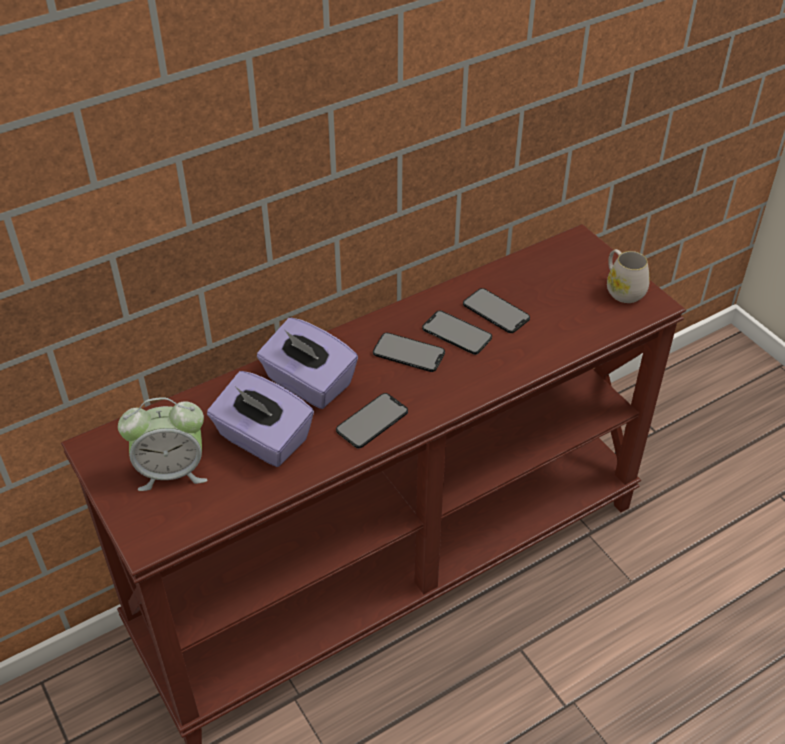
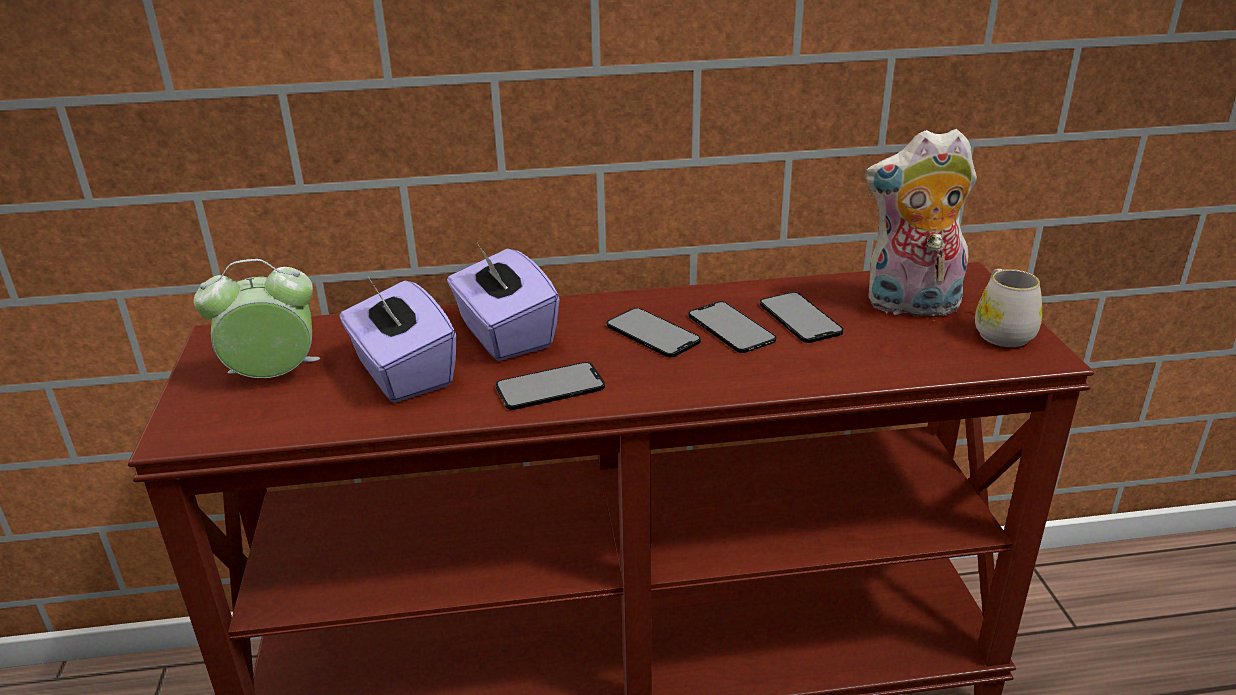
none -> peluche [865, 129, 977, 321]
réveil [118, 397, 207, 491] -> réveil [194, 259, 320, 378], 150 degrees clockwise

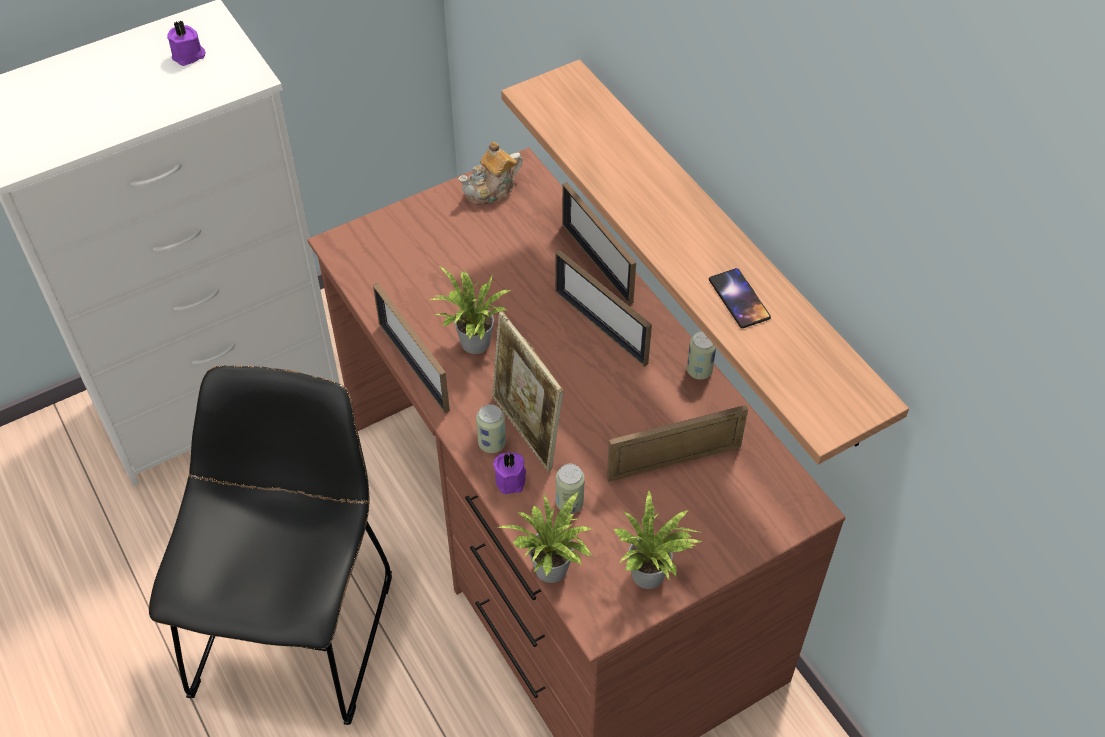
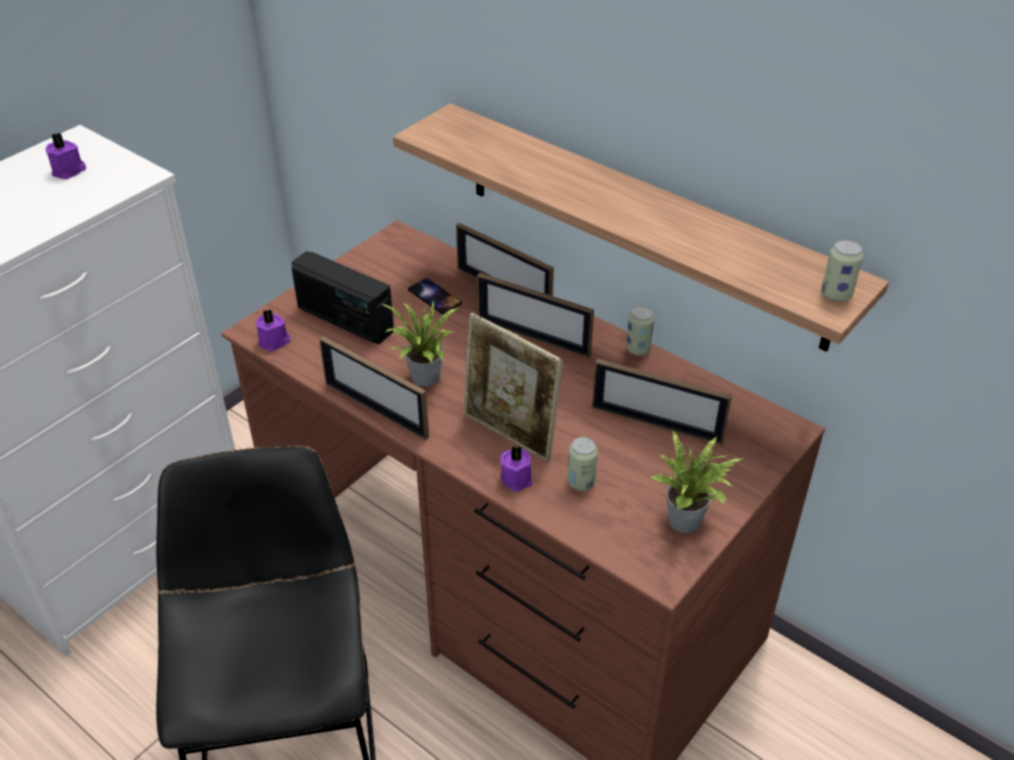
théière [458, 141, 523, 205] -> none
plante en pot [496, 491, 592, 583] -> none
none -> bougie [violet] [256, 309, 290, 352]
none -> radio [291, 251, 394, 344]
boîte métallique [476, 404, 506, 453] -> boîte métallique [821, 240, 864, 302], moved
téléphone [709, 268, 771, 328] -> téléphone [408, 278, 462, 314], moved
cadre photo [607, 405, 748, 482] -> cadre photo [592, 359, 732, 445], 120 degrees counterclockwise

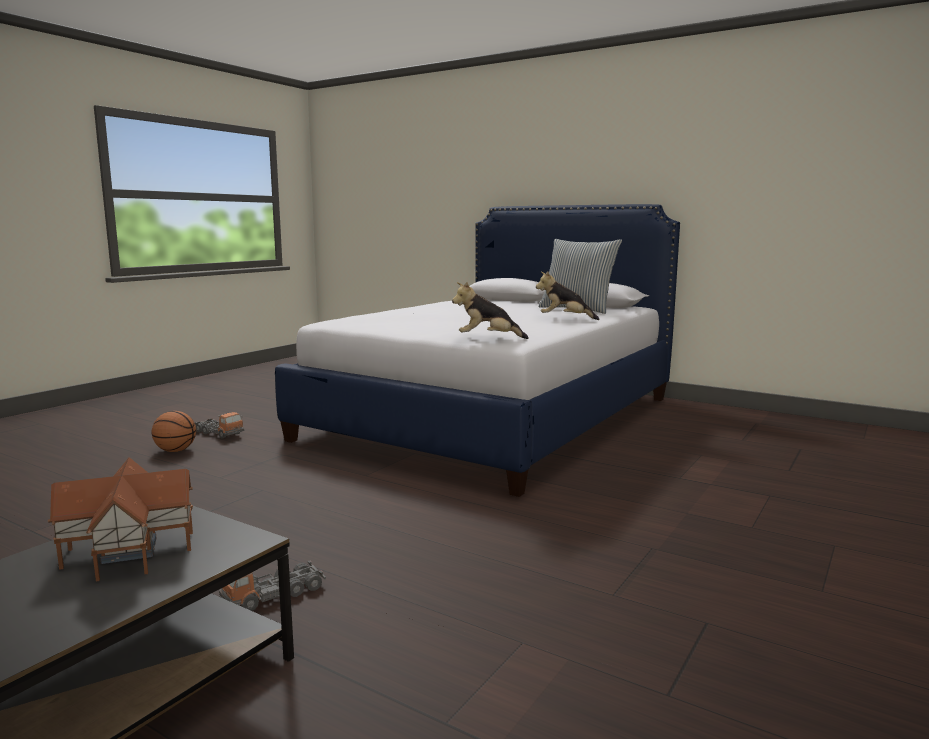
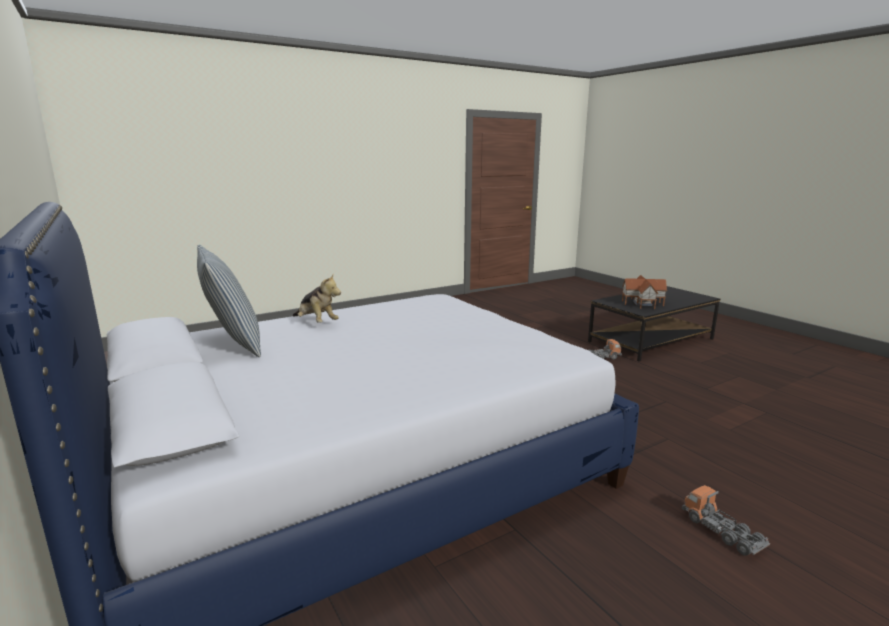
ballon de basket [152, 411, 196, 452] -> none
peluche [452, 281, 529, 339] -> none

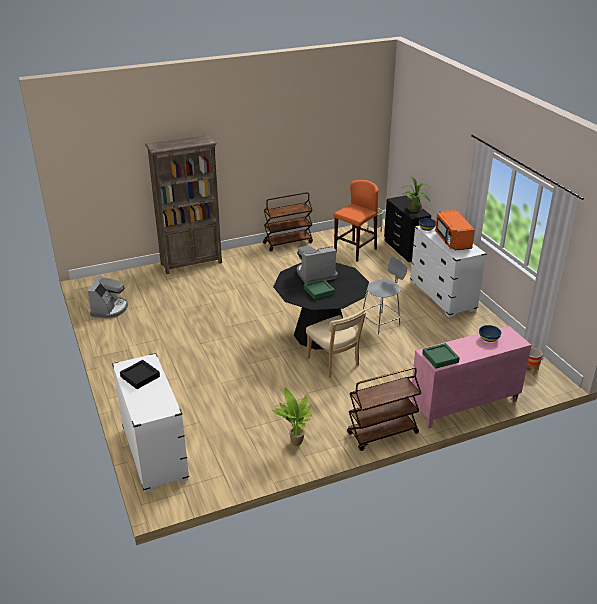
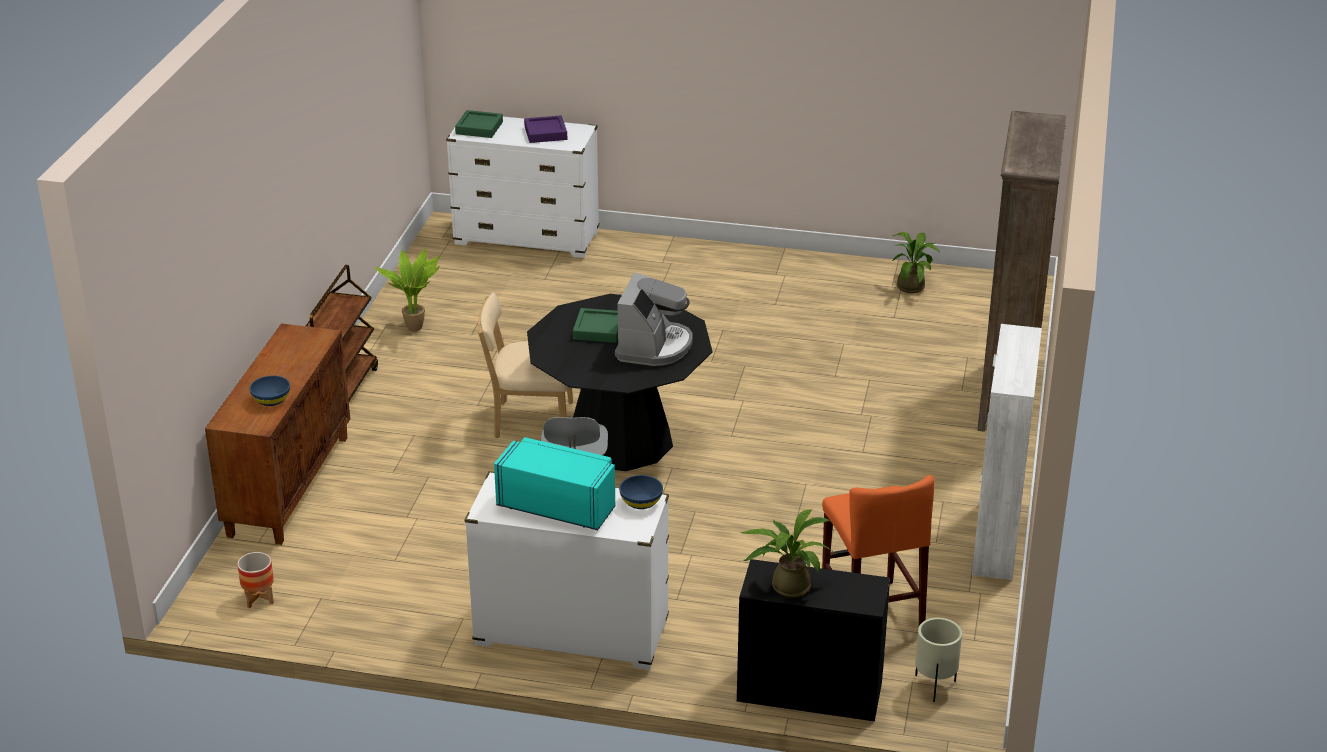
plateau [vert] [422, 343, 460, 369] -> plateau [vert] [455, 110, 503, 138], moved
machine à café [88, 276, 128, 319] -> plante en pot [892, 232, 940, 293]
chariot [marron] [263, 192, 313, 251] -> meuble de rangement [blanc] [972, 324, 1042, 580]
plateau [noir] [120, 360, 160, 389] -> plateau [violet] [524, 115, 567, 143]
meuble de rangement [rose] [410, 326, 531, 429] -> meuble de rangement [marron] [205, 323, 350, 545]
micro-ondes [orange] [435, 210, 475, 251] -> micro-ondes [turquoise] [494, 437, 615, 530]

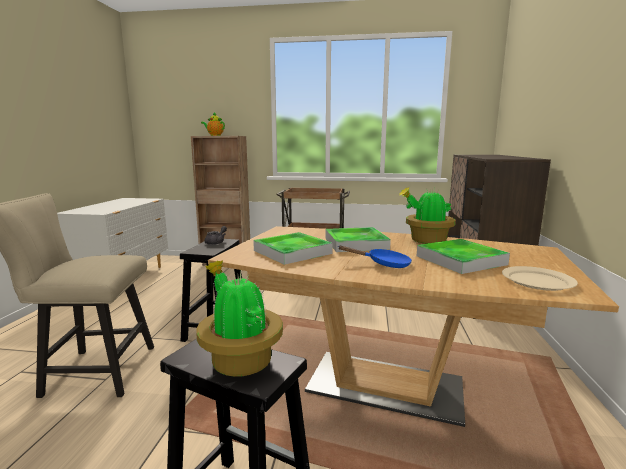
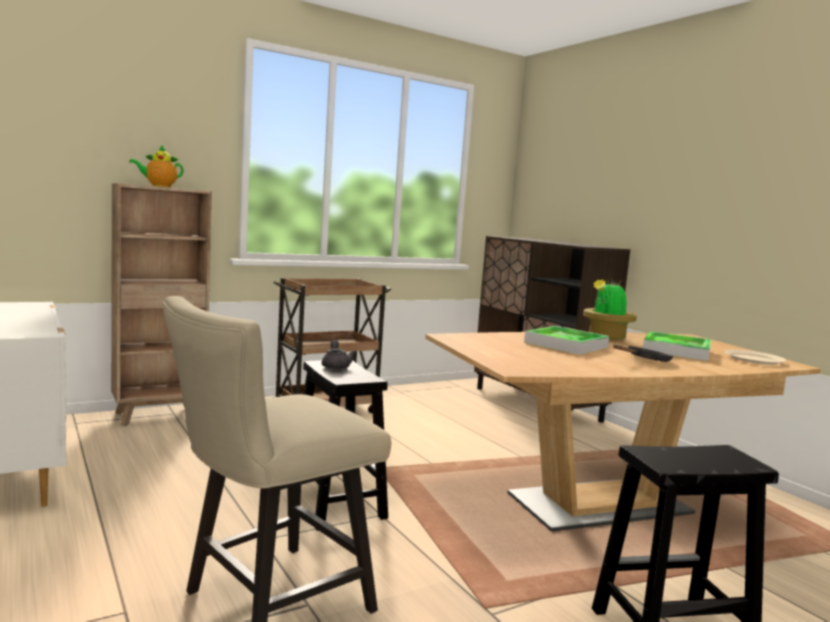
plante en pot [196, 260, 283, 377] -> none
plateau [253, 232, 333, 265] -> none
poêle [bleu] [339, 246, 412, 268] -> poêle [noir] [613, 345, 674, 362]

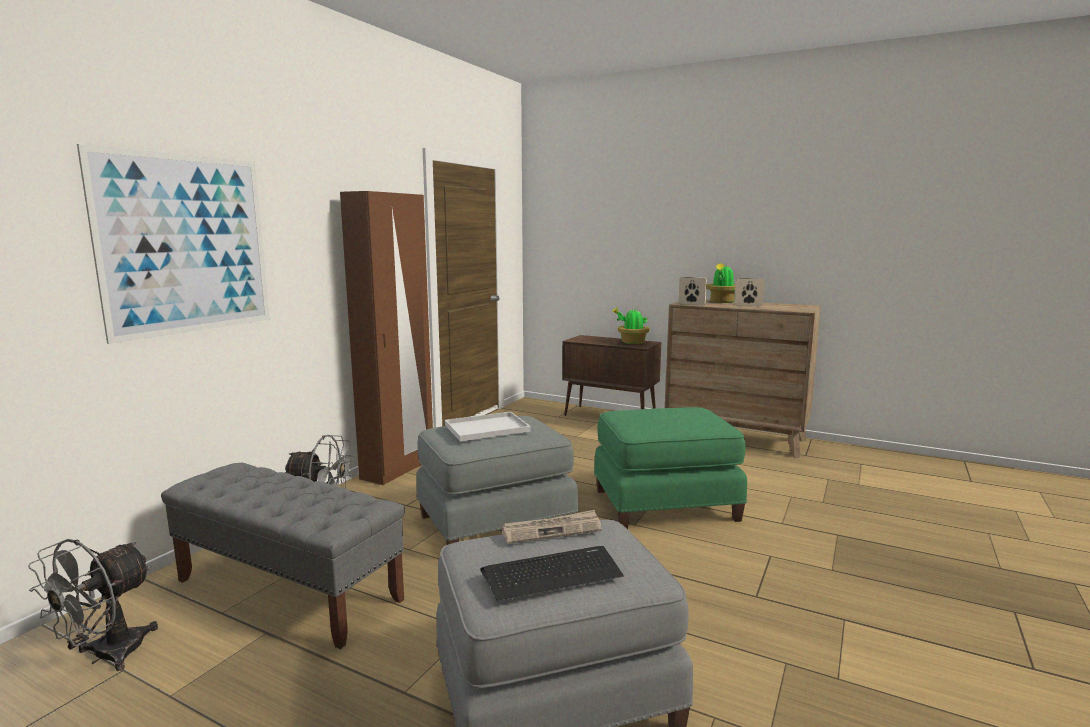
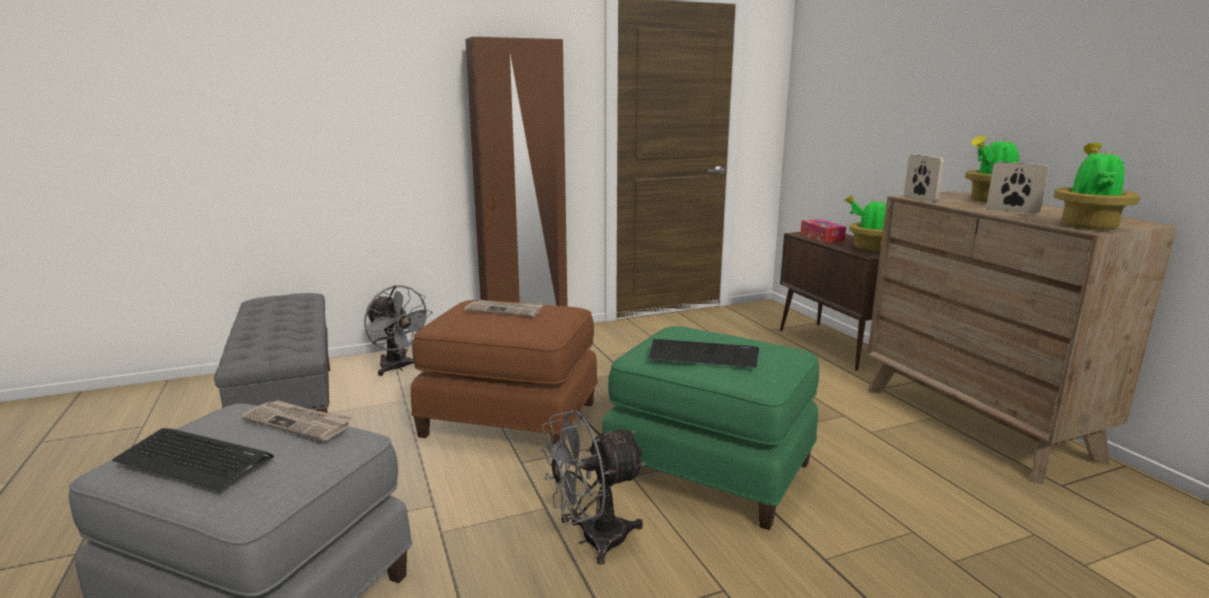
tableau [77, 144, 270, 344] -> none
none -> clavier [649, 339, 759, 368]
none -> boîte à mouchoirs [800, 219, 846, 243]
none -> plante en pot [1054, 142, 1140, 230]
ventilateur [gris] [28, 539, 158, 671] -> ventilateur [gris] [540, 411, 646, 565], moved
plateau [blanc] [445, 412, 531, 442] -> journal [465, 300, 544, 317]
pouf [gris] [416, 416, 578, 545] -> pouf [marron] [411, 300, 598, 447]

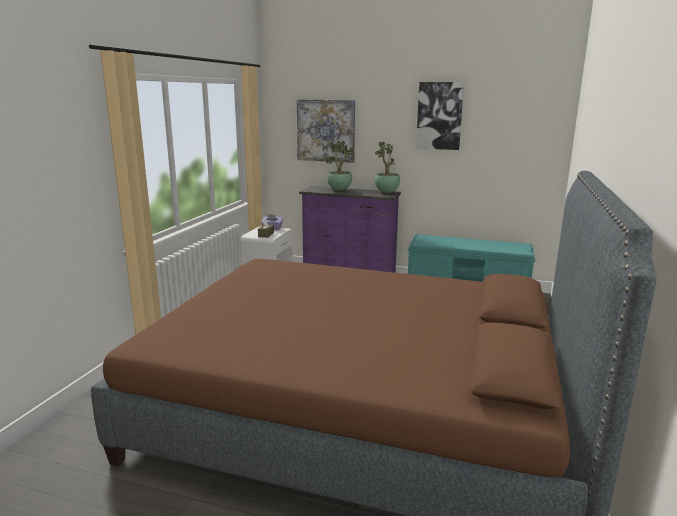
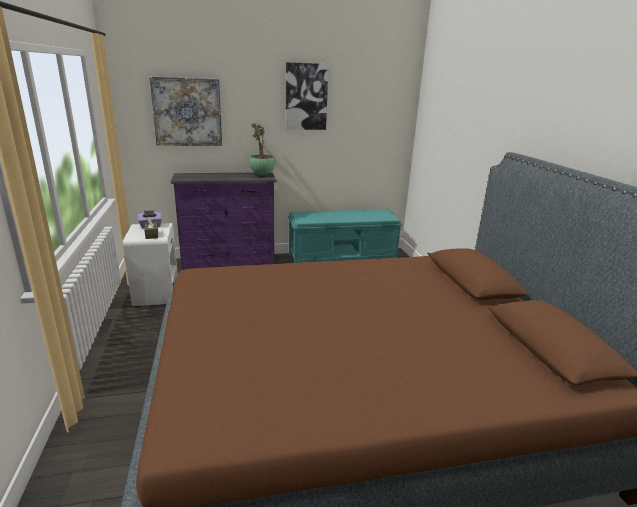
plante en pot [325, 140, 355, 191] -> none

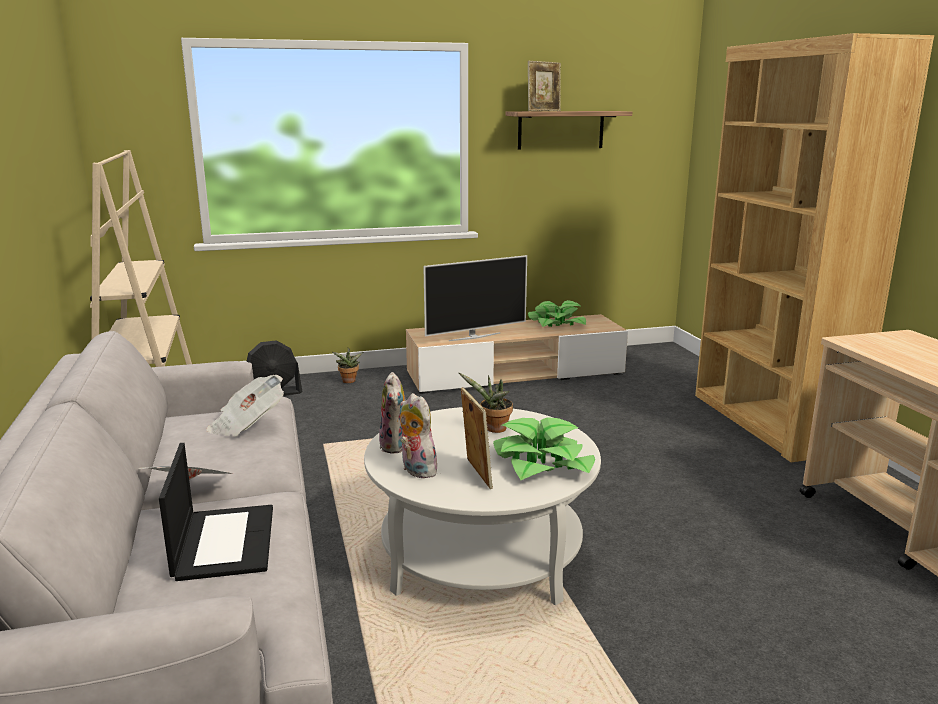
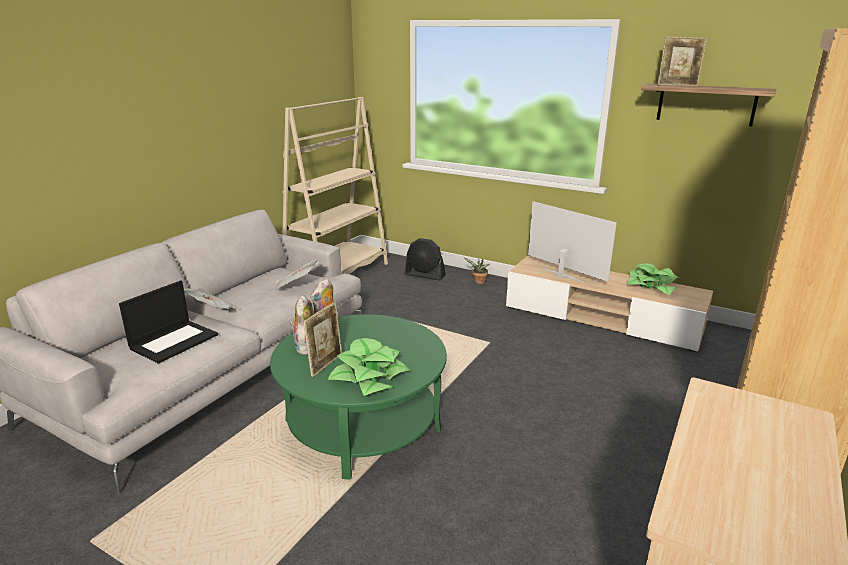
plante en pot [458, 372, 513, 433] -> none
table basse [blanc] [364, 407, 601, 605] -> table basse [vert] [270, 314, 447, 480]
téléviseur [423, 255, 527, 341] -> téléviseur [528, 201, 617, 283], 150 degrees counterclockwise

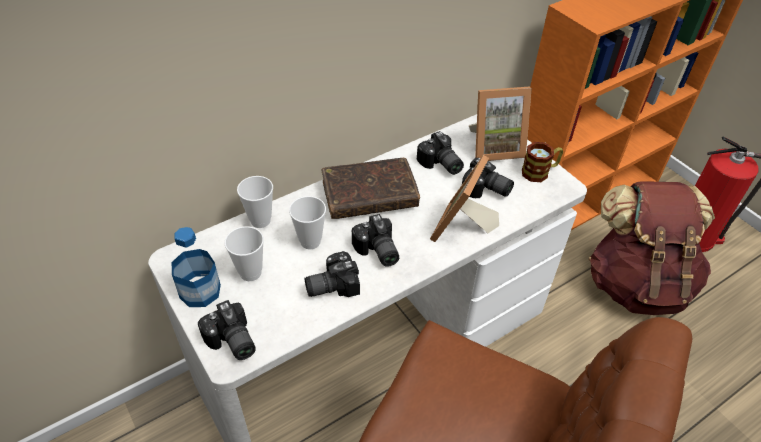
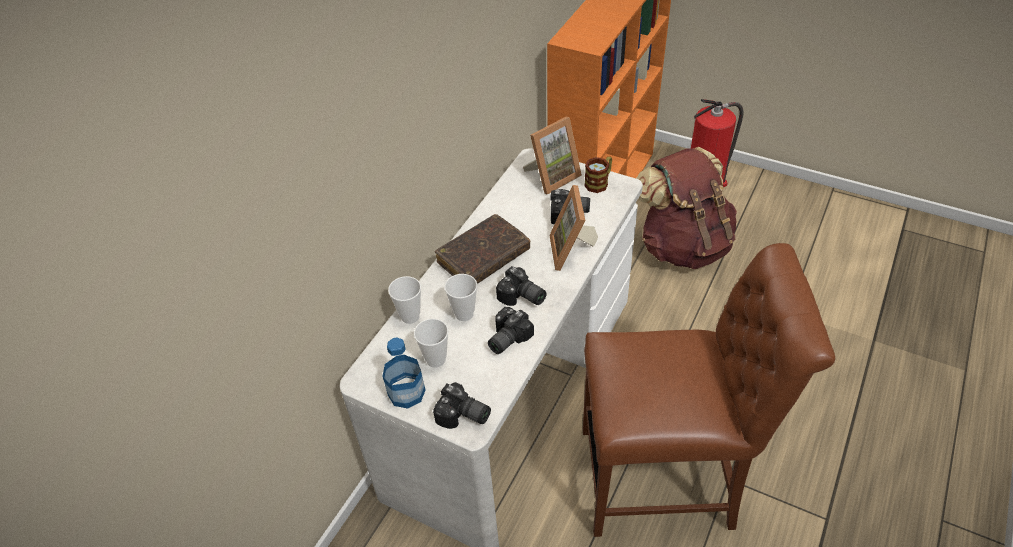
appareil photo [417, 131, 464, 175] -> none

